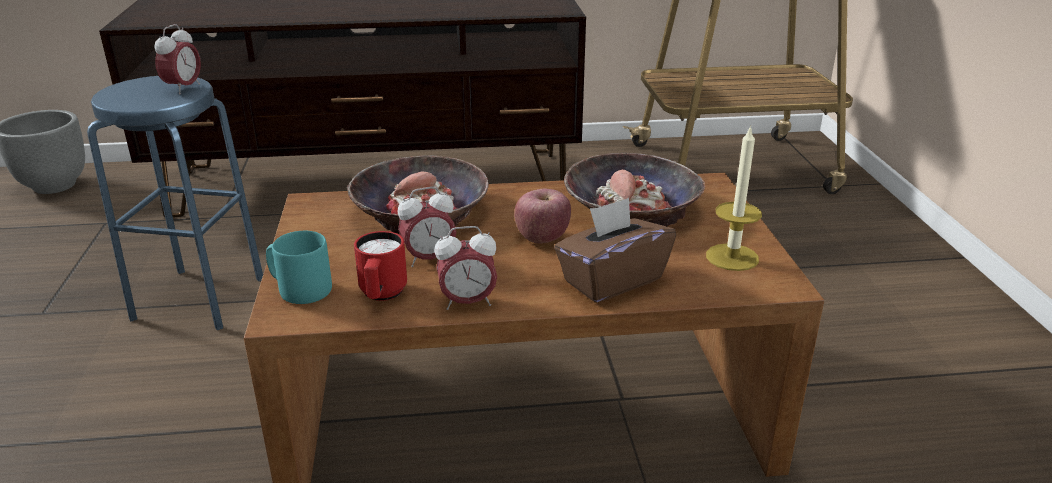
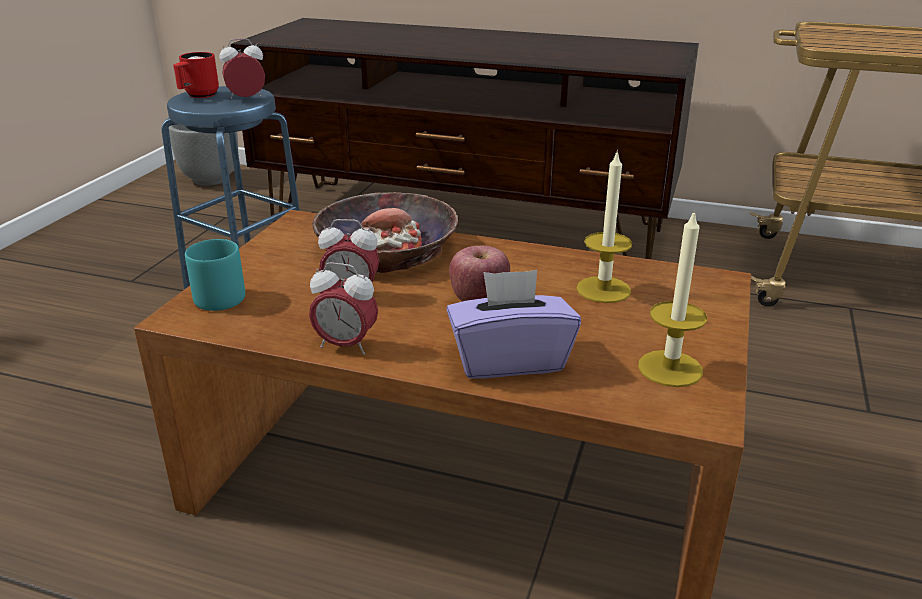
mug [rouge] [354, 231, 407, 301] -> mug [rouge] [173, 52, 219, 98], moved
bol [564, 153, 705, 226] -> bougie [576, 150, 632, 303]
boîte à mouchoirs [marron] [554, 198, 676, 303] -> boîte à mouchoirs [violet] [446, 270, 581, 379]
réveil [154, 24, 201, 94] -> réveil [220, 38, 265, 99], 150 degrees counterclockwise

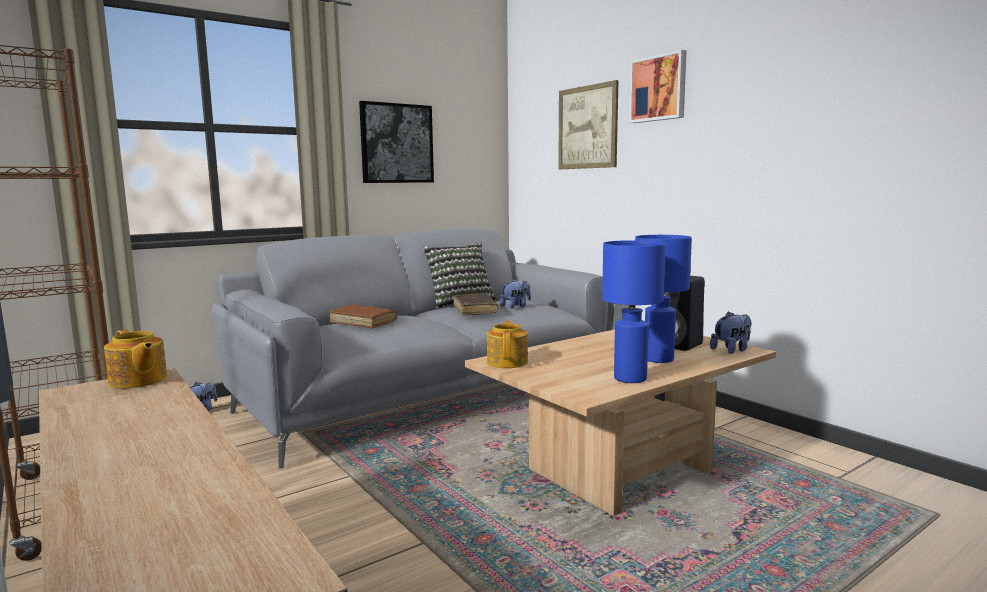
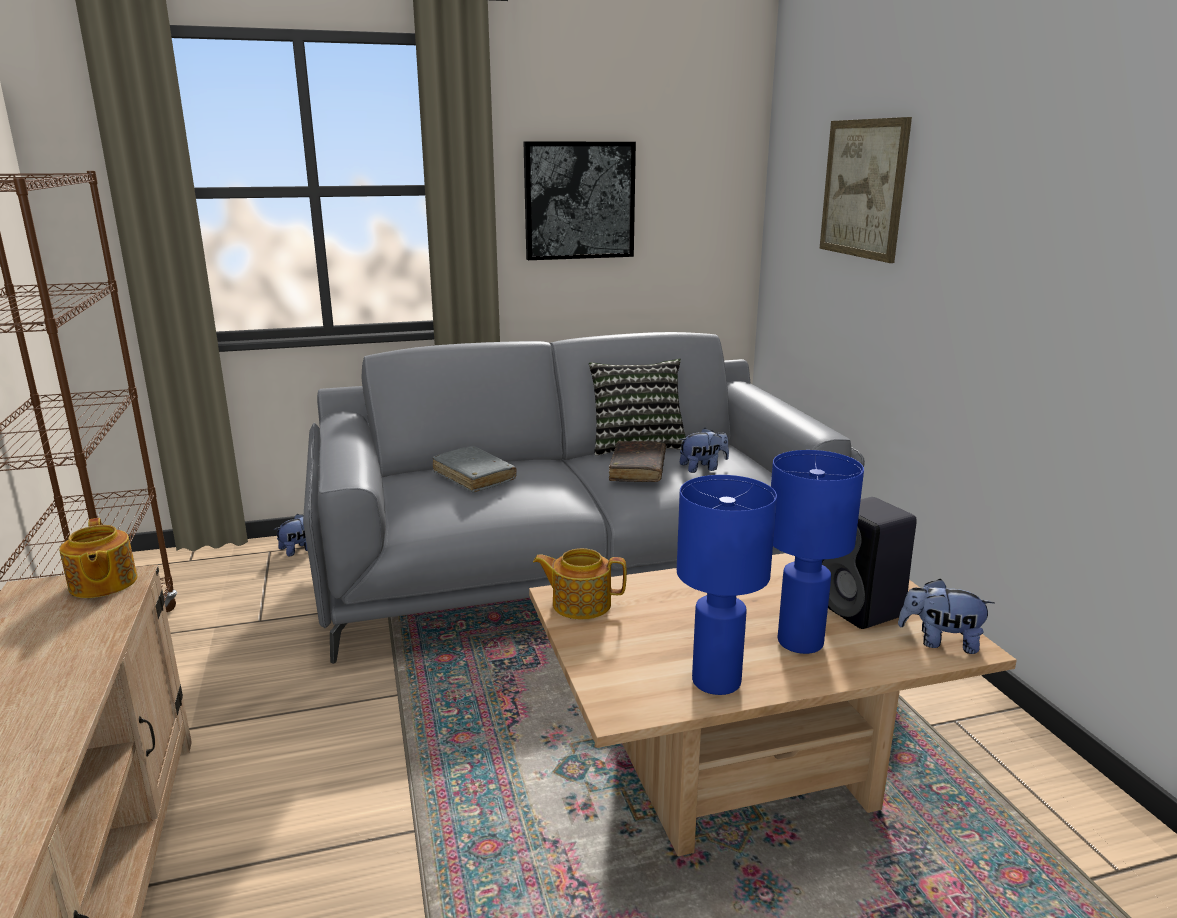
tableau [629, 50, 687, 123] -> none
livre [marron] [329, 304, 397, 329] -> livre [gris] [433, 446, 517, 493]
théière [487, 320, 528, 368] -> théière [533, 548, 627, 620], 105 degrees counterclockwise
peluche [710, 311, 752, 354] -> peluche [898, 579, 995, 654], 150 degrees counterclockwise

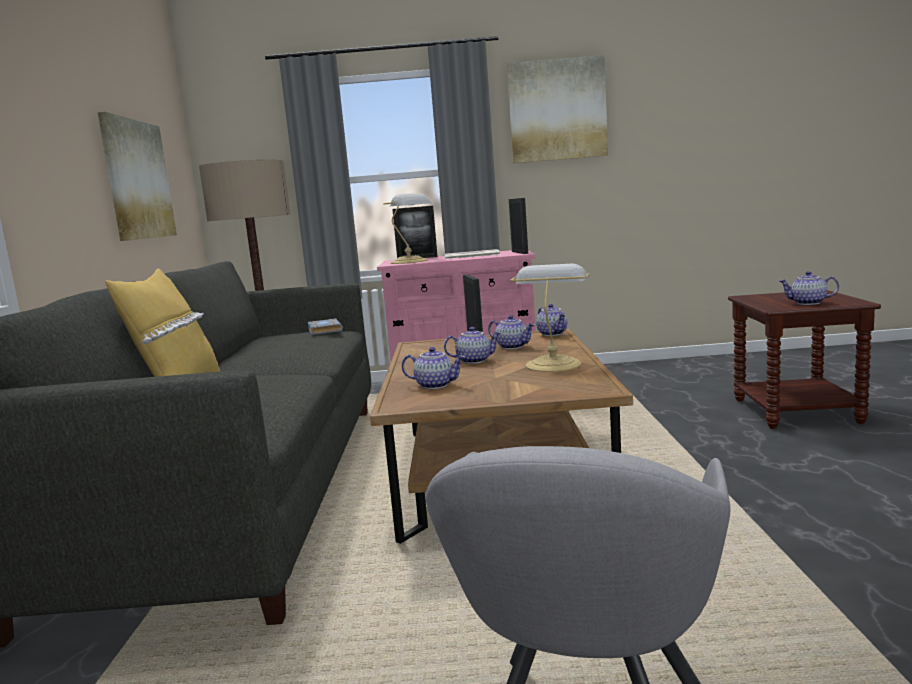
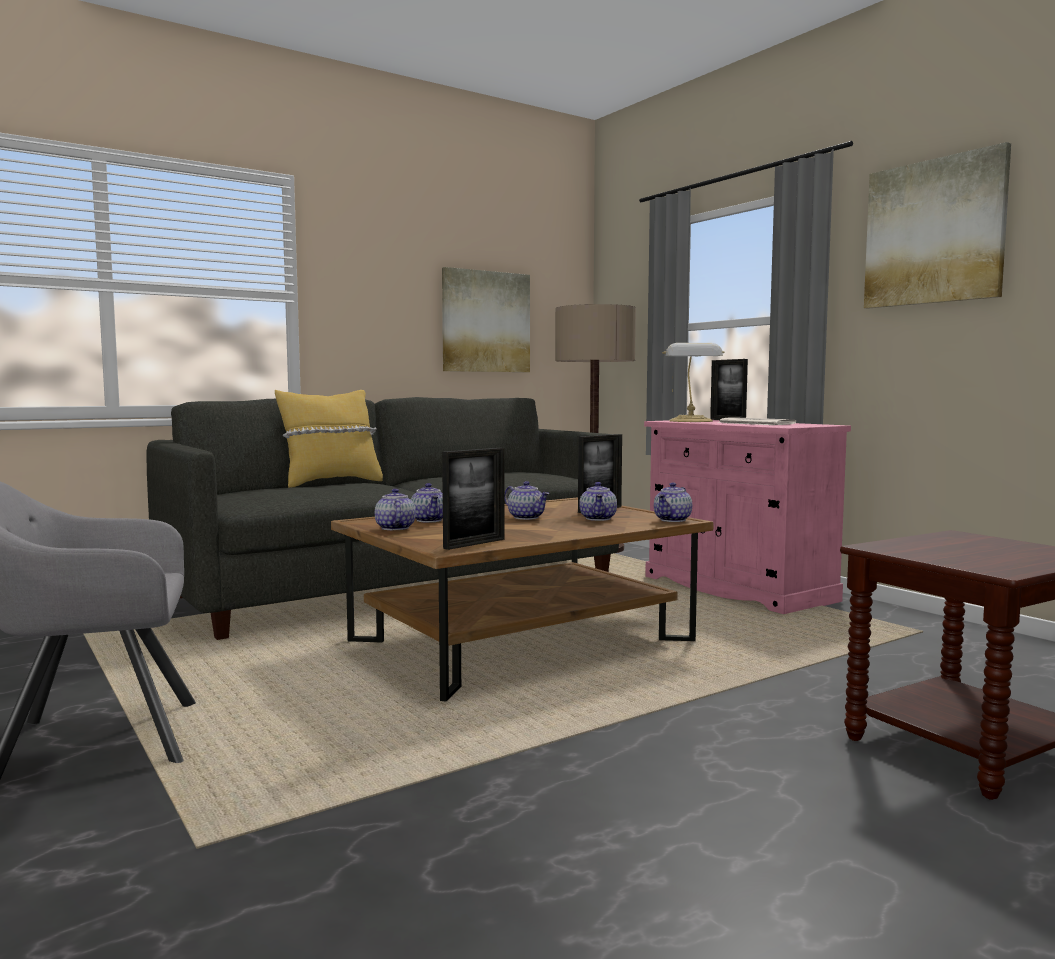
livre [gris] [308, 319, 343, 335] -> none
lampe de table [510, 263, 590, 372] -> none
cadre photo [509, 198, 528, 254] -> cadre photo [442, 448, 505, 550], moved
théière [780, 271, 839, 305] -> théière [375, 488, 416, 530], moved

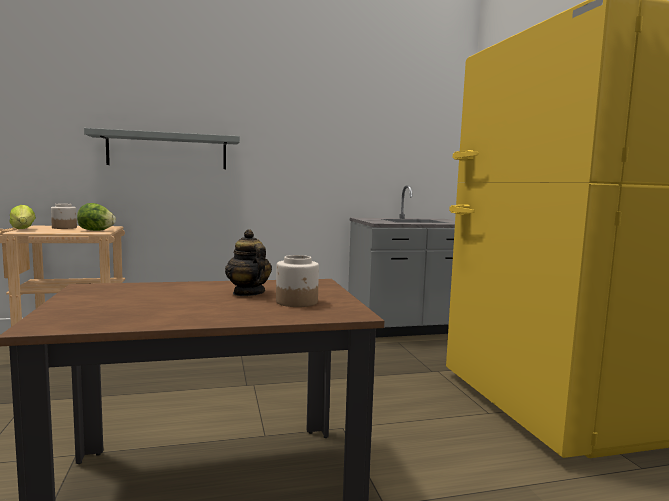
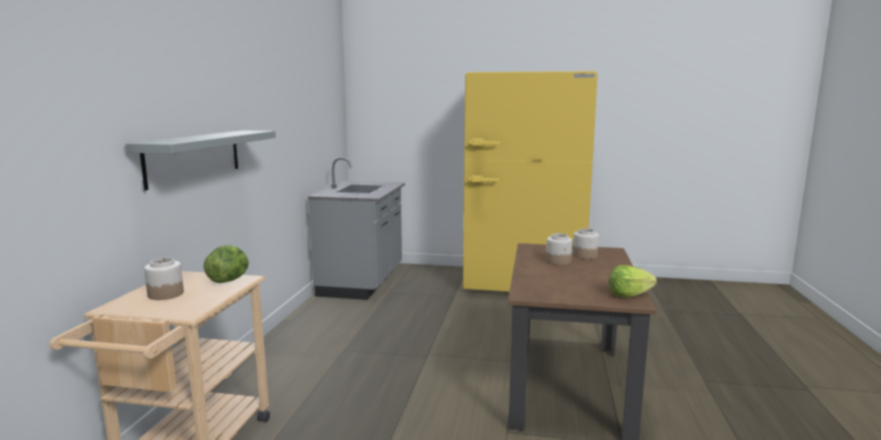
laitue [9, 205, 36, 229] -> laitue [609, 265, 657, 297], moved
théière [225, 229, 272, 296] -> bocal [546, 233, 573, 265]

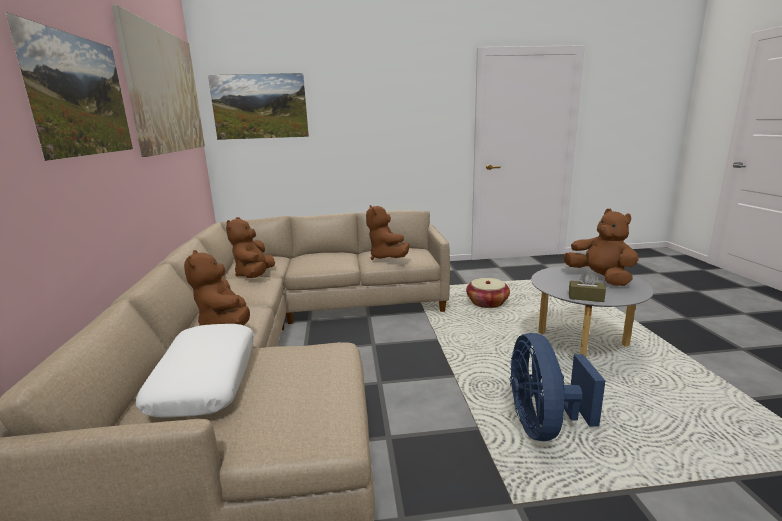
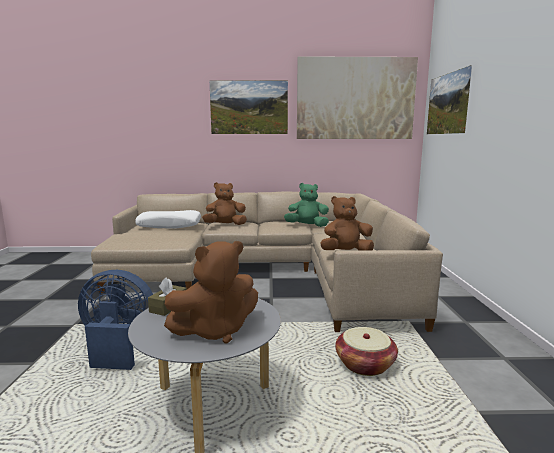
peluche [marron] [226, 217, 275, 278] -> peluche [vert] [284, 183, 329, 227]

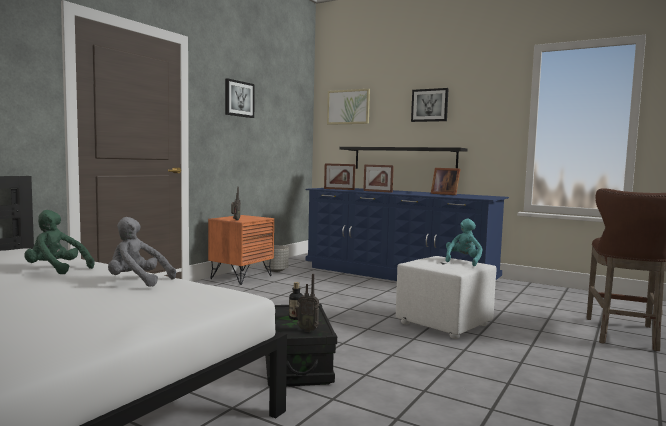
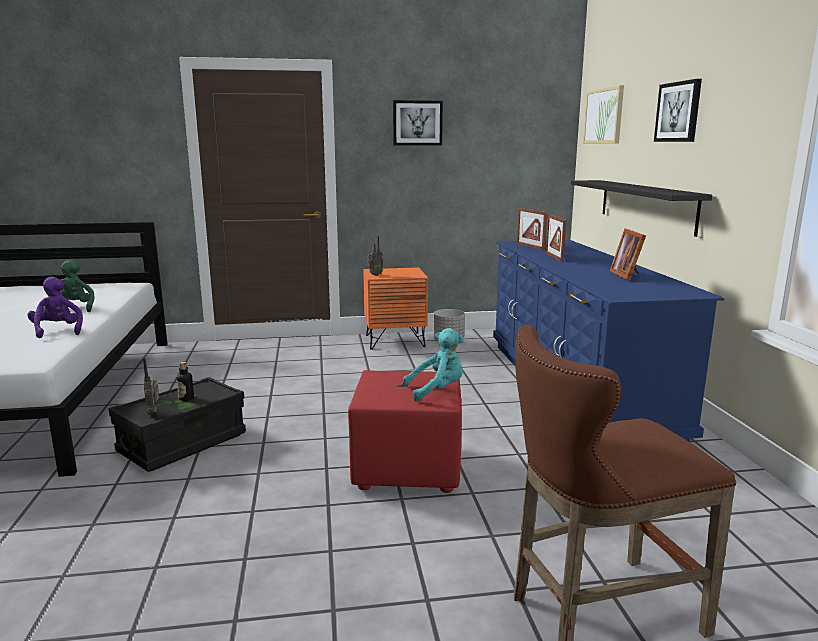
peluche [gris] [108, 217, 176, 287] -> peluche [violet] [27, 276, 83, 338]
pouf [blanc] [396, 256, 496, 339] -> pouf [rouge] [348, 370, 462, 493]

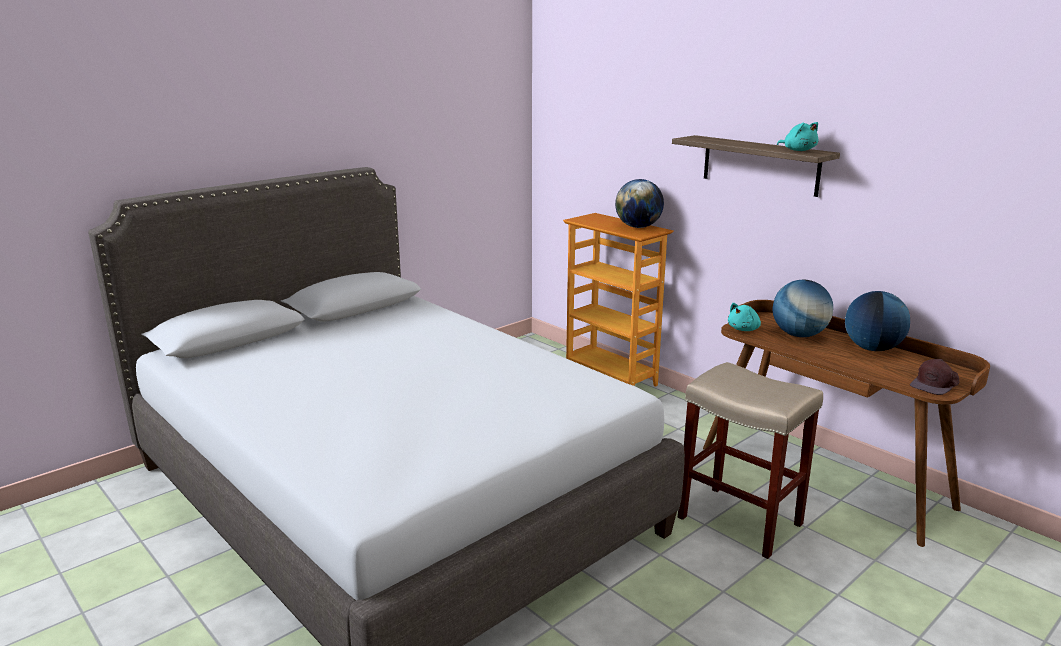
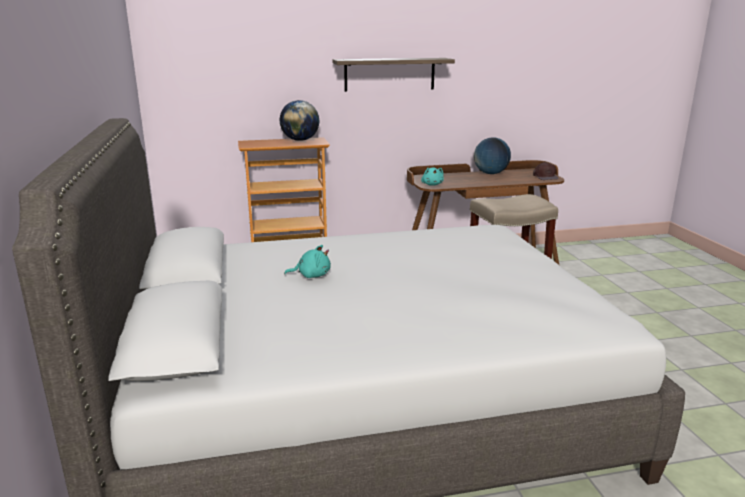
globe [773, 279, 833, 337] -> none
peluche [turquoise] [777, 122, 819, 151] -> peluche [turquoise] [284, 245, 331, 278], moved

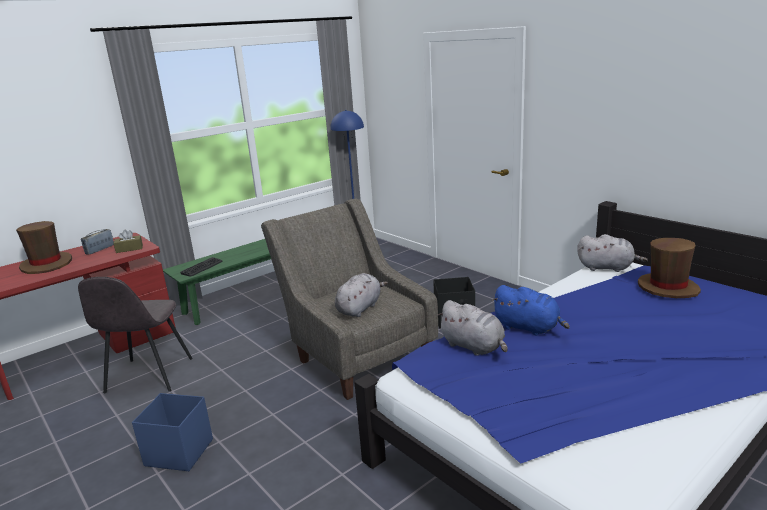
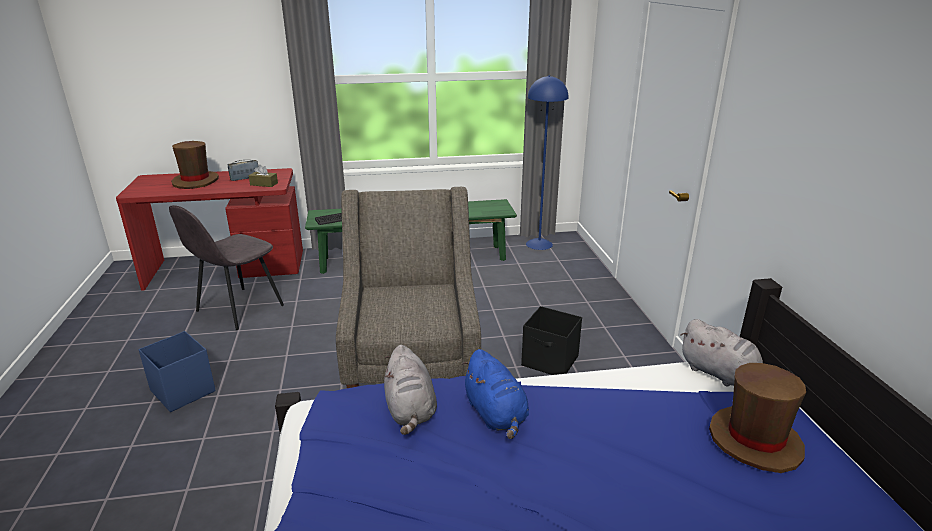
peluche [gris] [335, 273, 388, 317] -> none

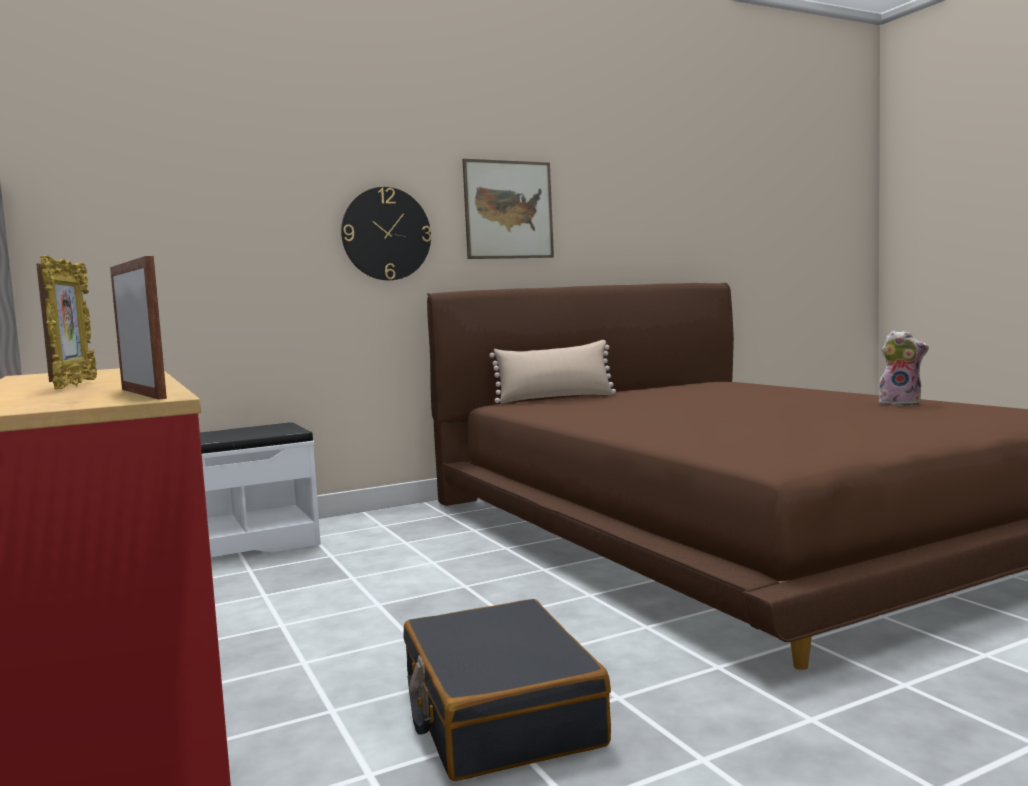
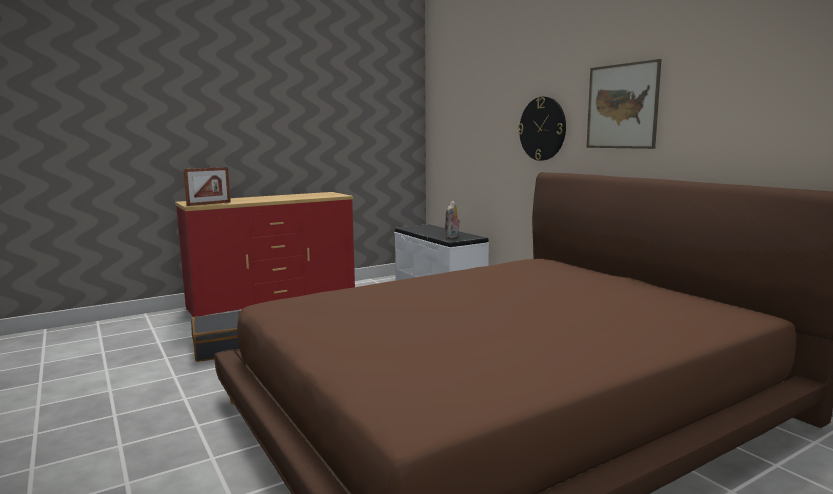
cadre photo [36, 255, 97, 389] -> none
coussin [beige] [489, 340, 616, 403] -> none
peluche [879, 330, 929, 406] -> peluche [444, 201, 461, 238], moved

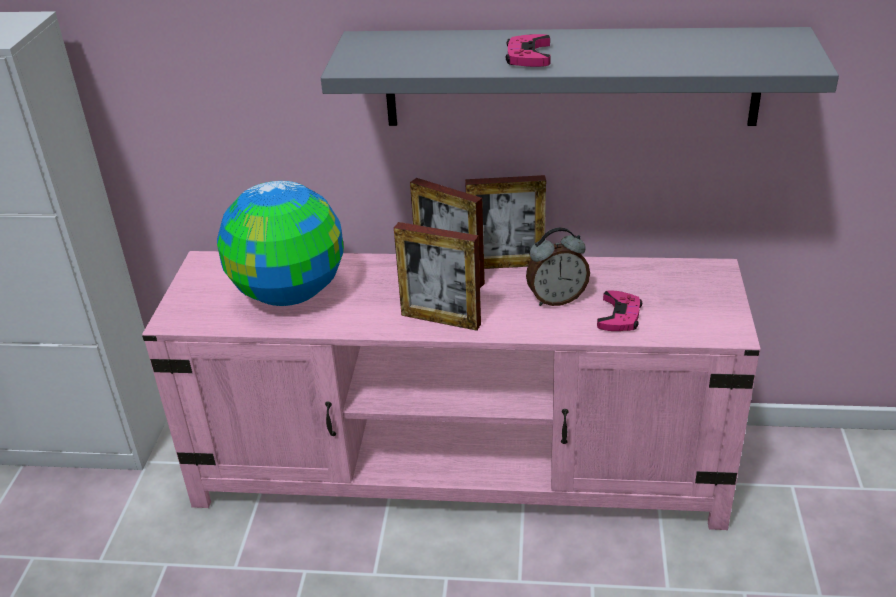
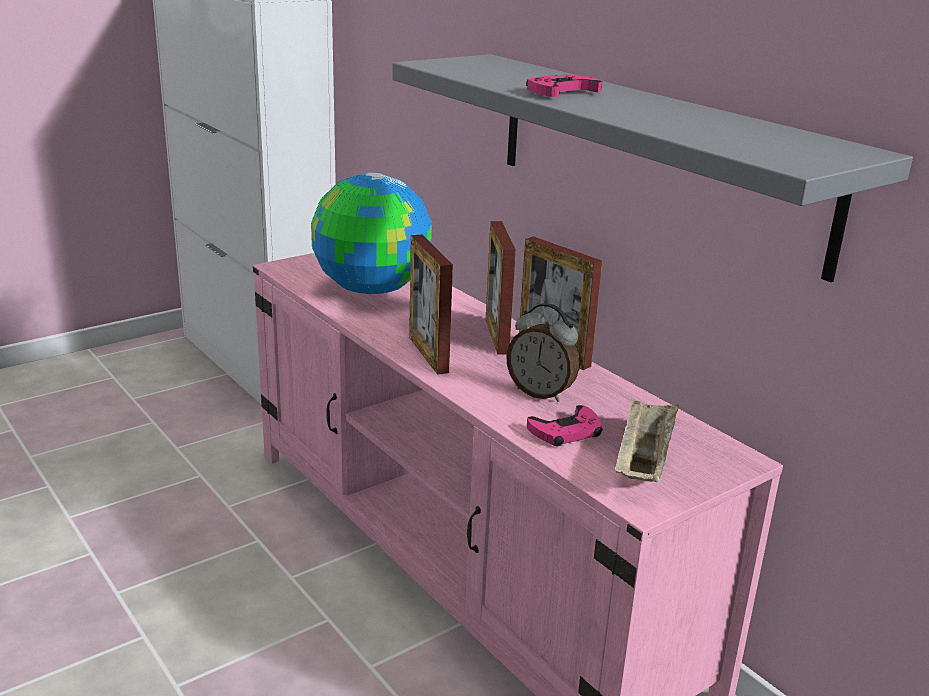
none -> plateau [beige] [614, 398, 679, 482]

